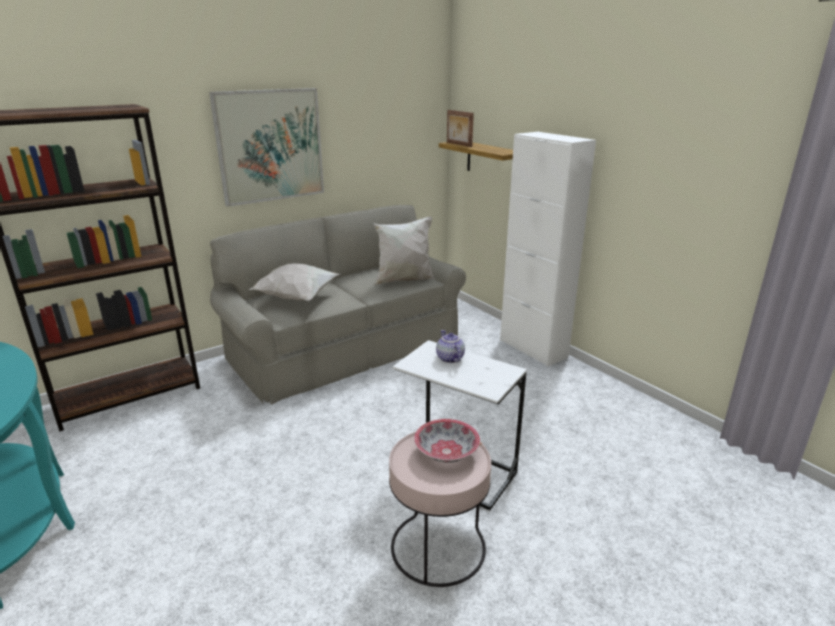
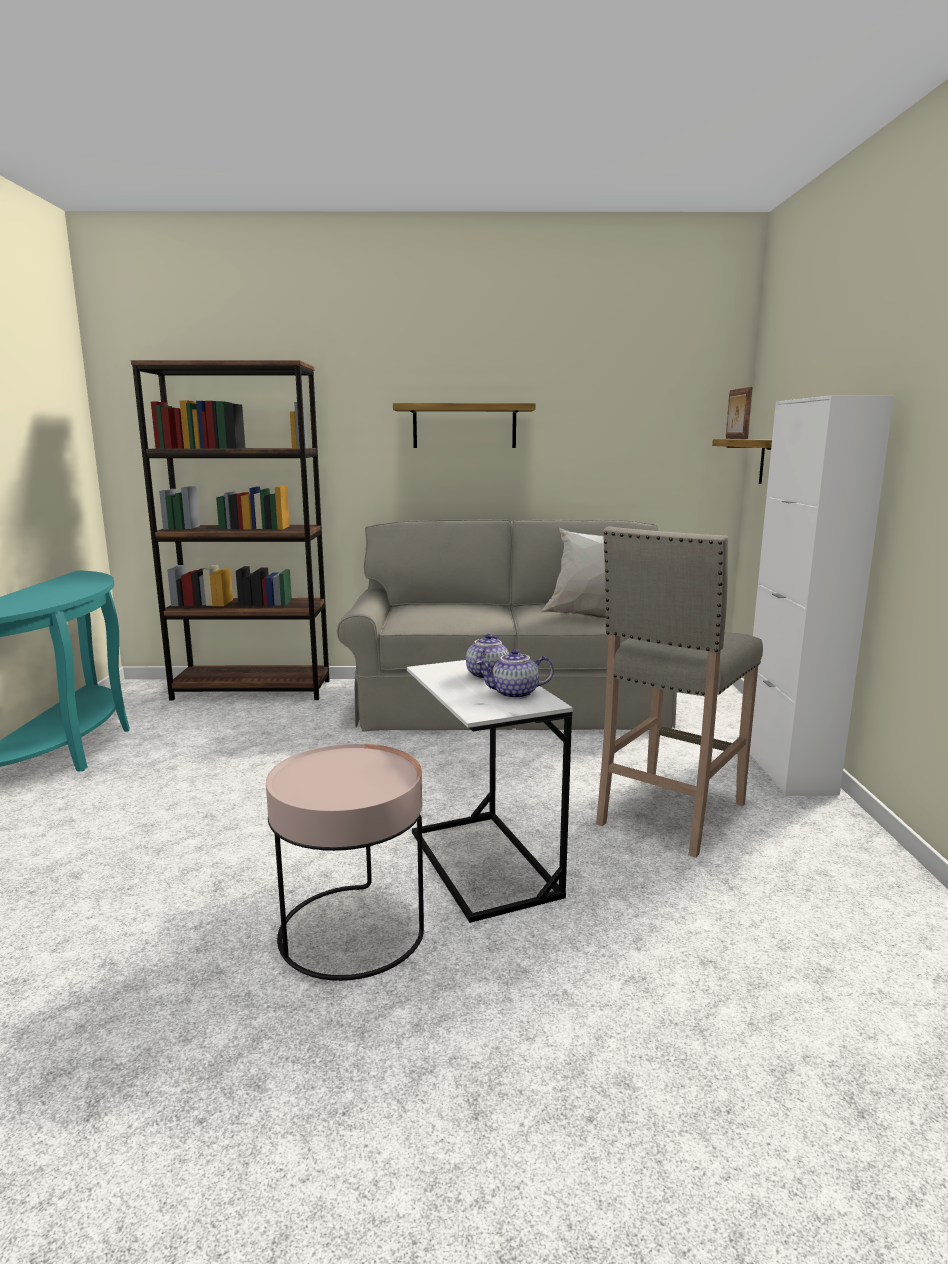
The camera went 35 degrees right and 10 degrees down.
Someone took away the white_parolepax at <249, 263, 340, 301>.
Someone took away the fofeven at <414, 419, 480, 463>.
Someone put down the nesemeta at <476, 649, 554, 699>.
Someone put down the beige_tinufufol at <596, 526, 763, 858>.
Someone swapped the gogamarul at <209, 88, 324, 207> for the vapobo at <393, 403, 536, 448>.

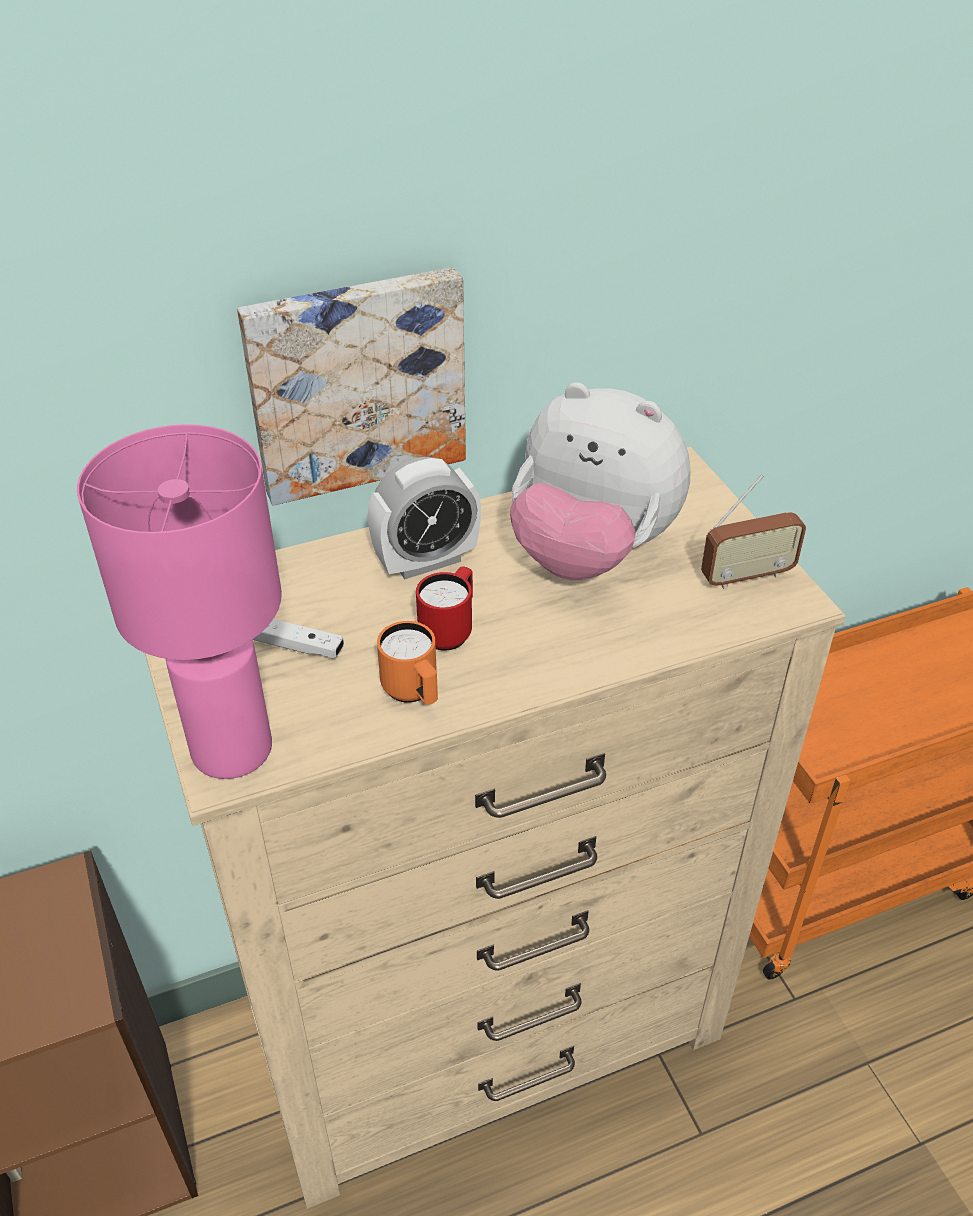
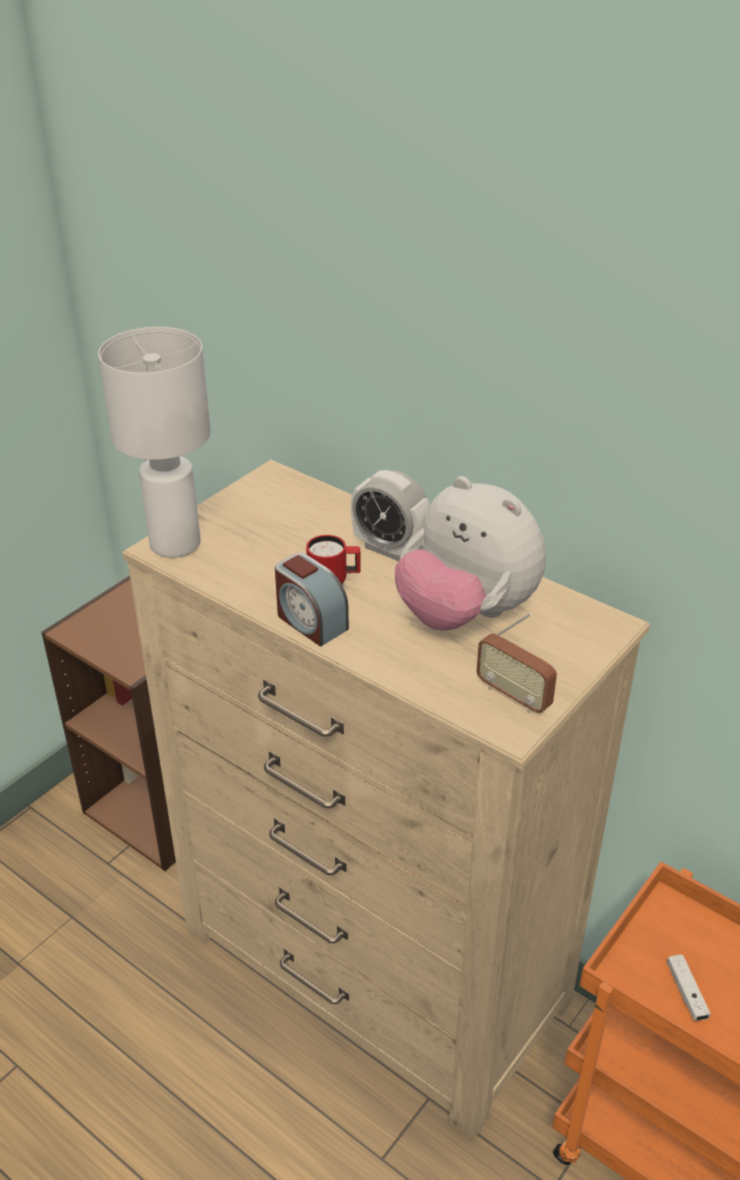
The camera went 60 degrees right and 5 degrees down.
Someone took away the gogamarul at <237, 267, 466, 506>.
Someone took away the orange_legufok at <377, 621, 438, 705>.
Someone put down the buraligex at <275, 553, 349, 647>.
Someone carried the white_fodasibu from <253, 619, 344, 658> to <667, 955, 711, 1021>.
Someone repainted the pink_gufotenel at <77, 424, 282, 779>, which became the white_gufotenel at <98, 327, 211, 558>.
Someone rotated the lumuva at <510, 382, 691, 580> by 45 degrees counterclockwise.

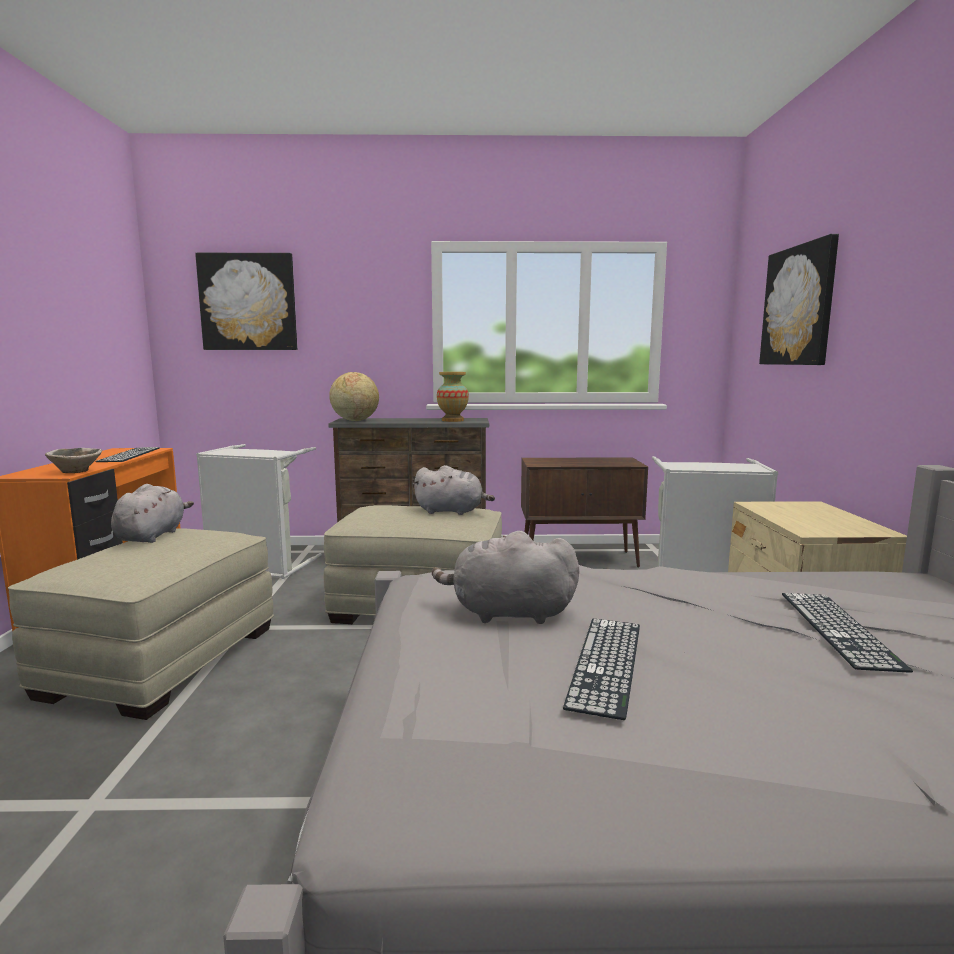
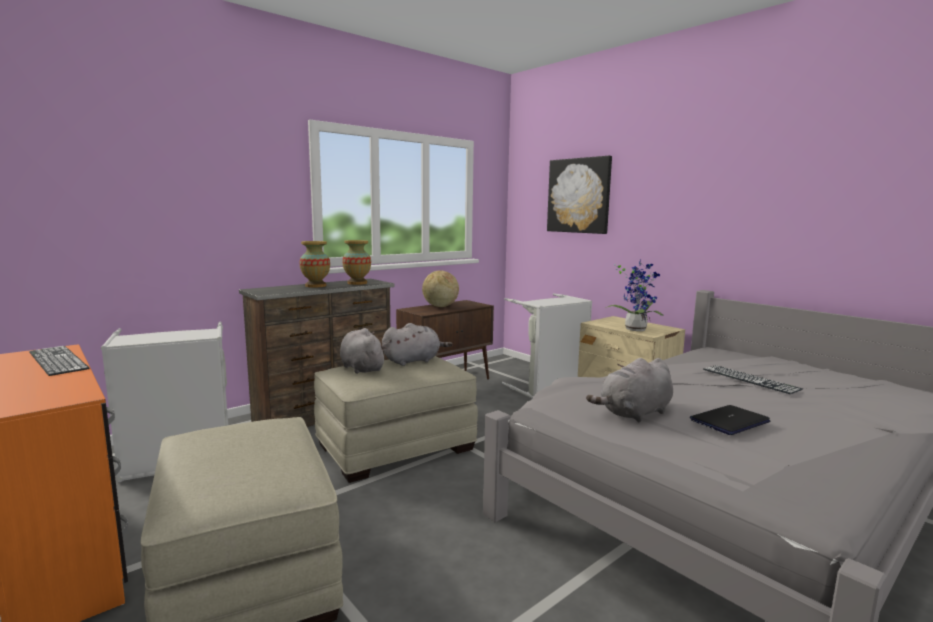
The camera went 40 degrees left and 0 degrees up.
Someone took away the fofeven at <45, 448, 102, 473>.
Someone took away the gogamarul at <195, 253, 297, 350>.
Someone put down the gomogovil at <300, 241, 330, 288>.
Someone put down the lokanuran at <606, 259, 664, 331>.
Someone carried the grey_lumuva from <111, 484, 194, 543> to <340, 328, 387, 374>.
Someone carried the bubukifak from <329, 372, 379, 421> to <422, 270, 459, 307>.
Someone swapped the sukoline at <563, 618, 640, 720> for the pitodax at <690, 405, 770, 435>.

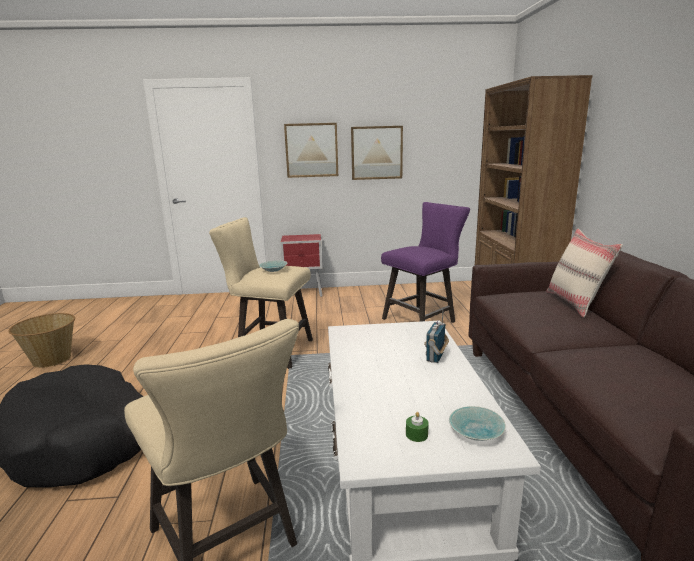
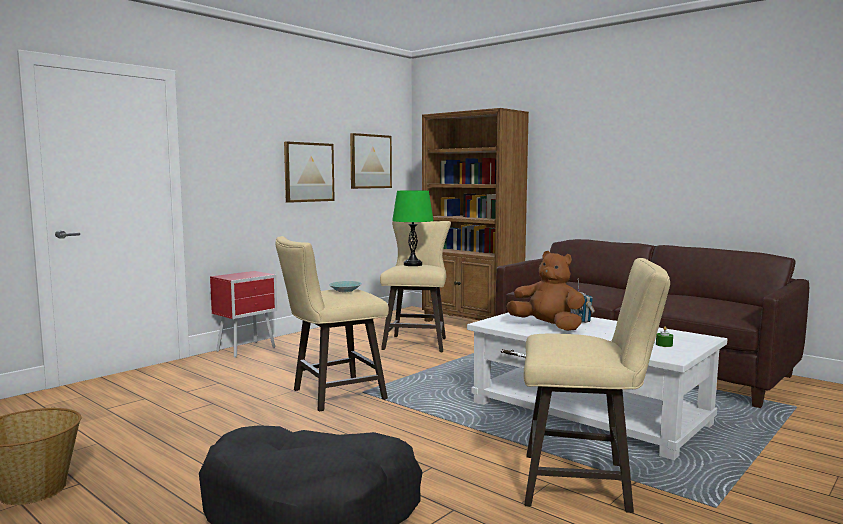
The camera went 45 degrees left and 10 degrees down.
Someone took away the turquoise_fofeven at <449, 406, 506, 441>.
Someone took away the beige_parolepax at <547, 229, 623, 318>.
Someone put down the green_gufotenel at <392, 190, 434, 266>.
Someone put down the brown_lumuva at <506, 251, 585, 331>.
Someone carried the gogamarul from <284, 123, 338, 178> to <350, 133, 392, 189>.
Someone repainted the purple_tinufufol at <381, 202, 470, 323>, which became the beige_tinufufol at <380, 221, 451, 352>.

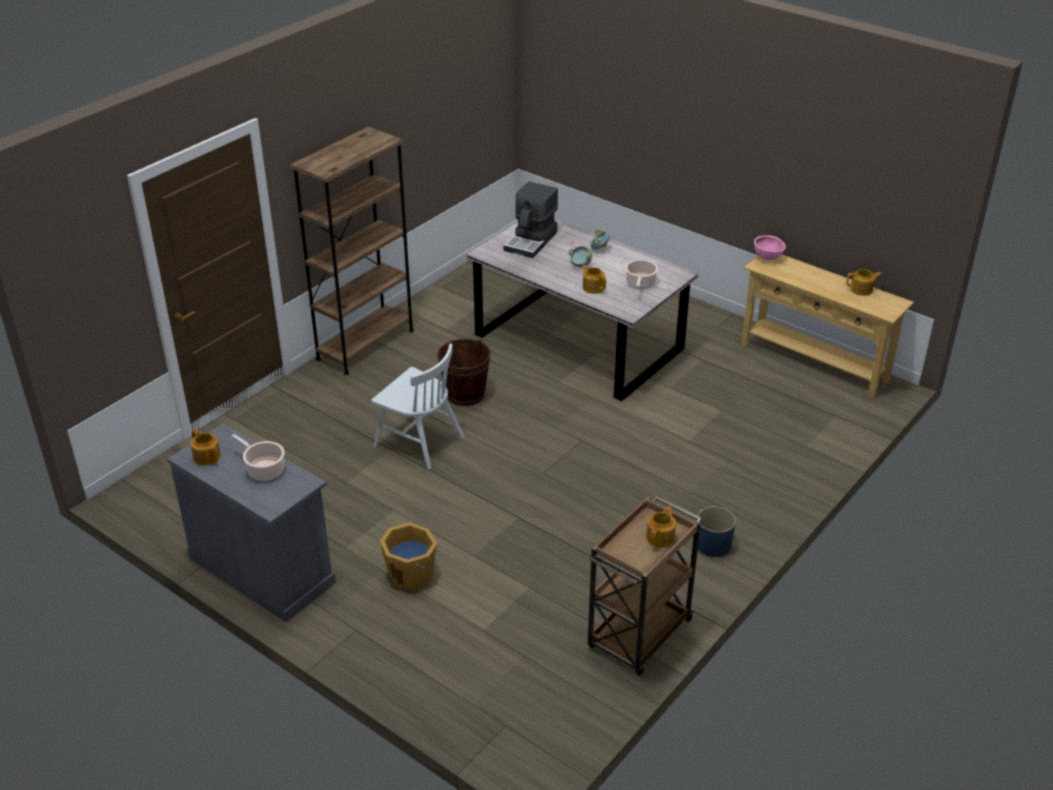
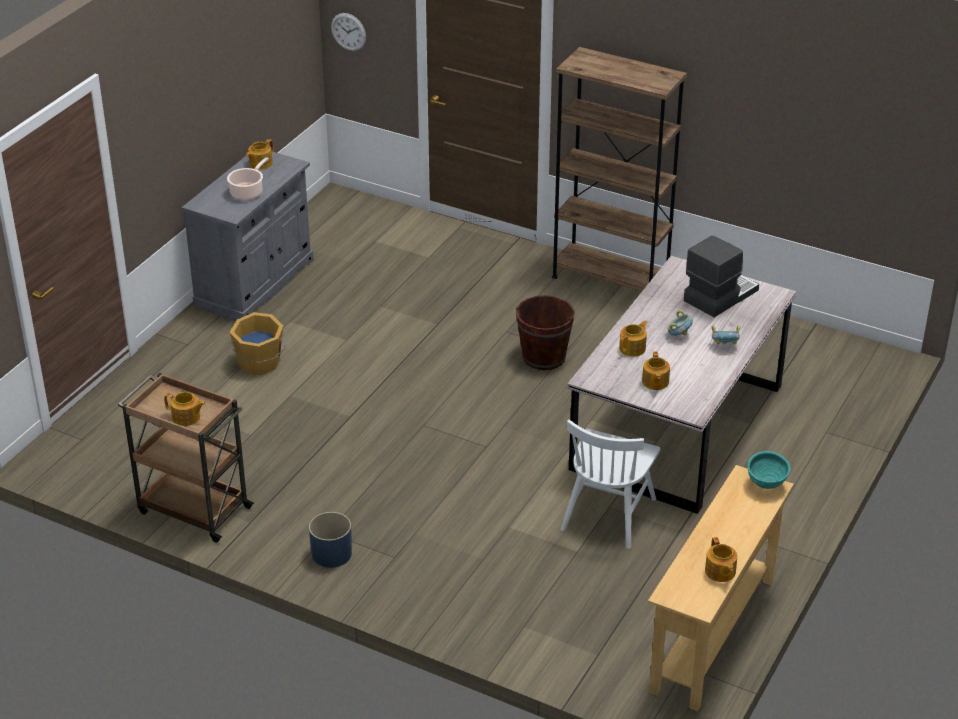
The camera went 80 degrees right and 0 degrees up.
Someone put up the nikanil at <331, 13, 366, 51>.
Someone carried the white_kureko from <372, 343, 465, 469> to <561, 420, 660, 549>.
Someone swapped the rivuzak at <625, 260, 658, 289> for the nesemeta at <642, 351, 670, 390>.
Someone repainted the pink_fofeven at <754, 235, 786, 261>, which became the turquoise_fofeven at <747, 451, 791, 489>.
Someone rotated the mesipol at <503, 181, 558, 258> by 120 degrees clockwise.

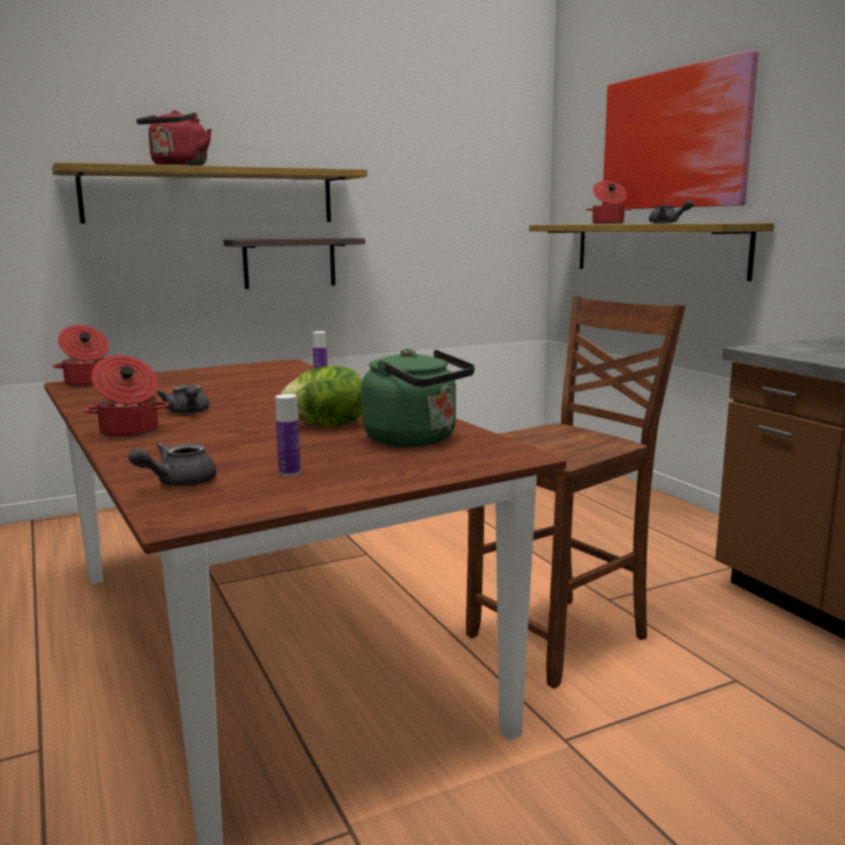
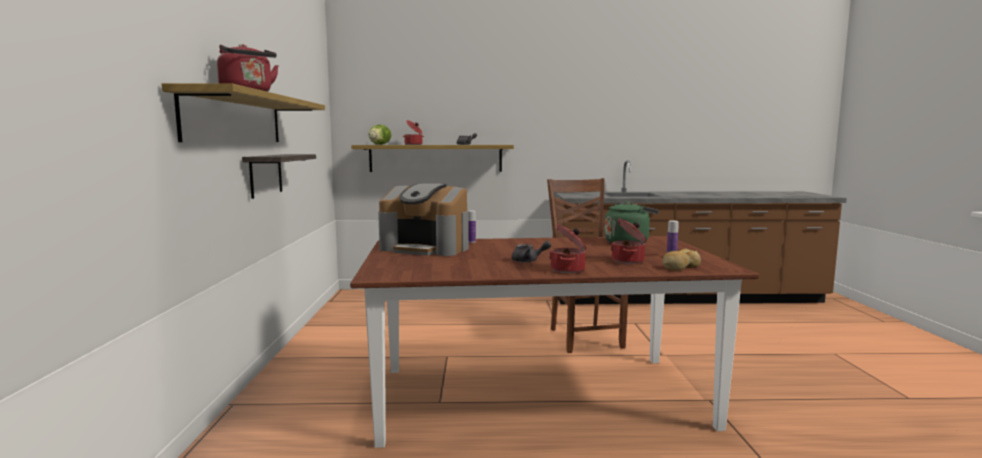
The camera went 65 degrees left and 5 degrees down.
Someone took away the gogamarul at <602, 50, 759, 209>.
Someone put down the mesipol at <378, 183, 469, 256>.
Someone carried the rivuzak from <53, 325, 109, 387> to <611, 219, 647, 264>.
Someone carried the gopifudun from <281, 366, 362, 427> to <369, 125, 391, 145>.
Someone swapped the grey_nesemeta at <129, 442, 217, 487> for the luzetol at <662, 249, 701, 271>.

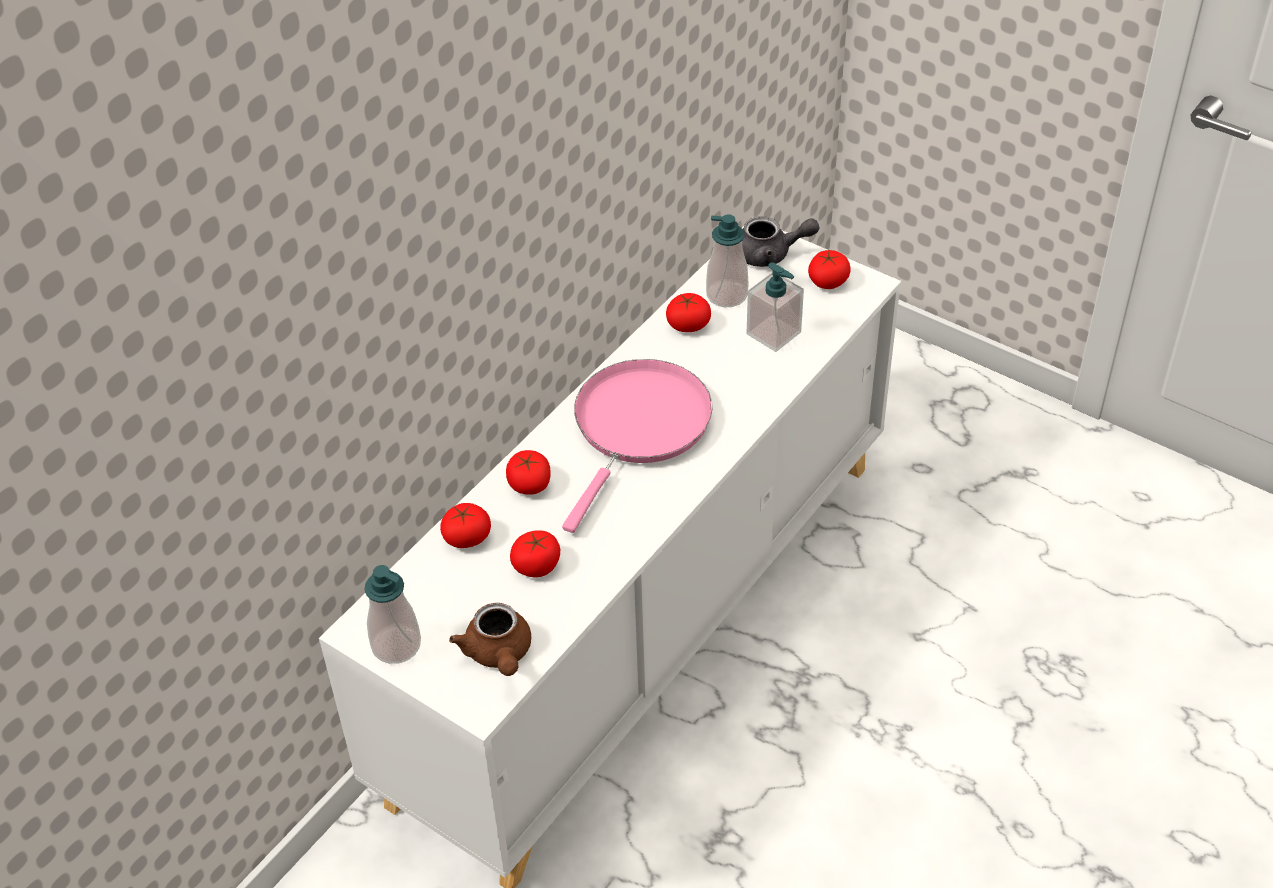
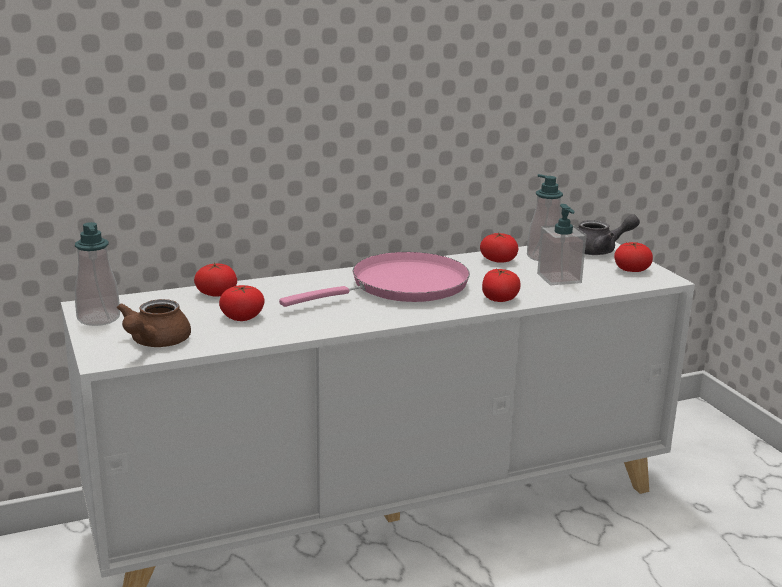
The camera went 30 degrees right and 25 degrees down.
Someone carried the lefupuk from <506, 450, 551, 495> to <482, 269, 521, 302>.
Someone rotated the grey_nesemeta at <742, 216, 819, 267> by 45 degrees counterclockwise.

